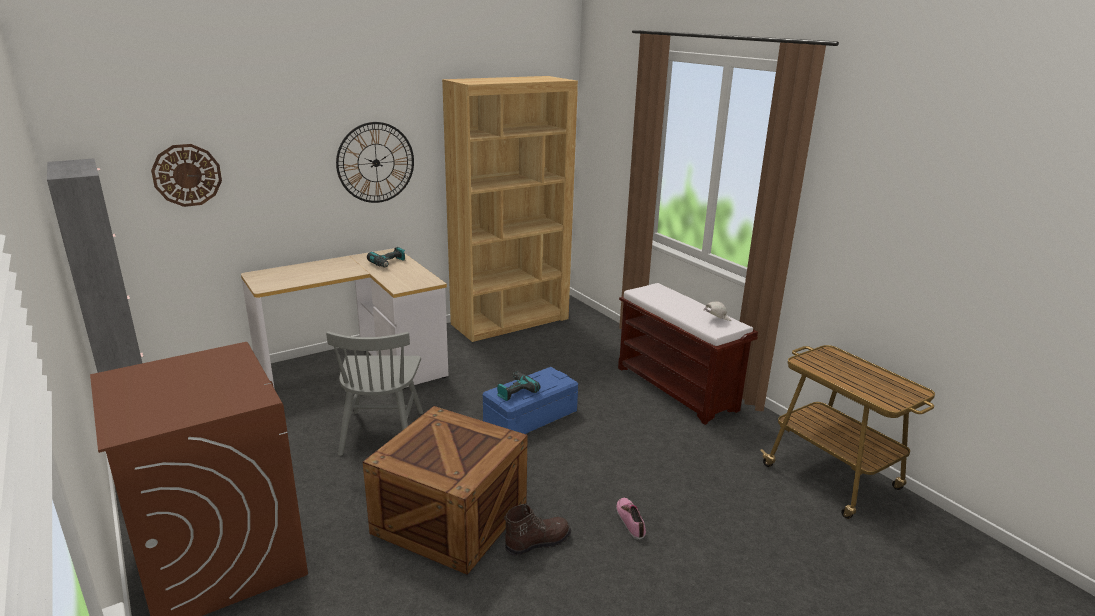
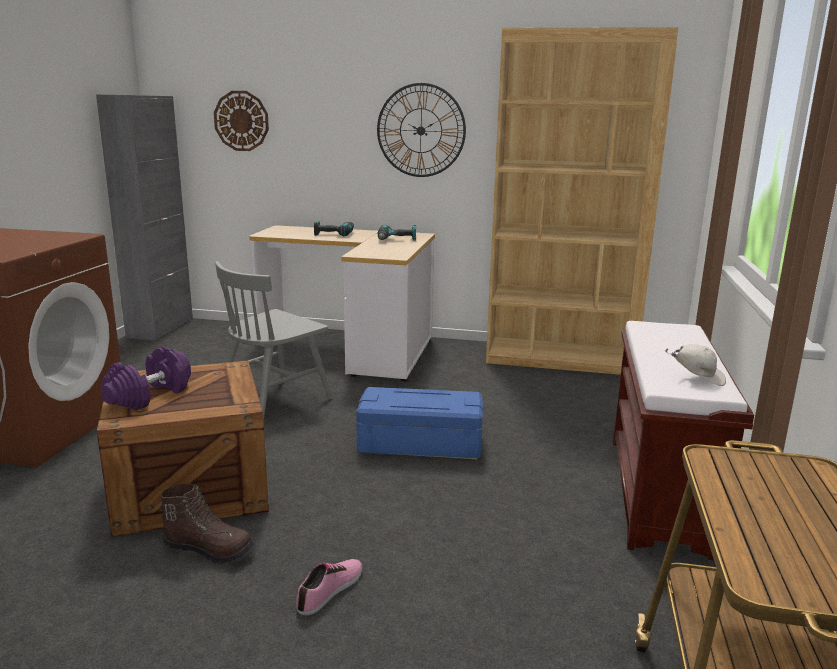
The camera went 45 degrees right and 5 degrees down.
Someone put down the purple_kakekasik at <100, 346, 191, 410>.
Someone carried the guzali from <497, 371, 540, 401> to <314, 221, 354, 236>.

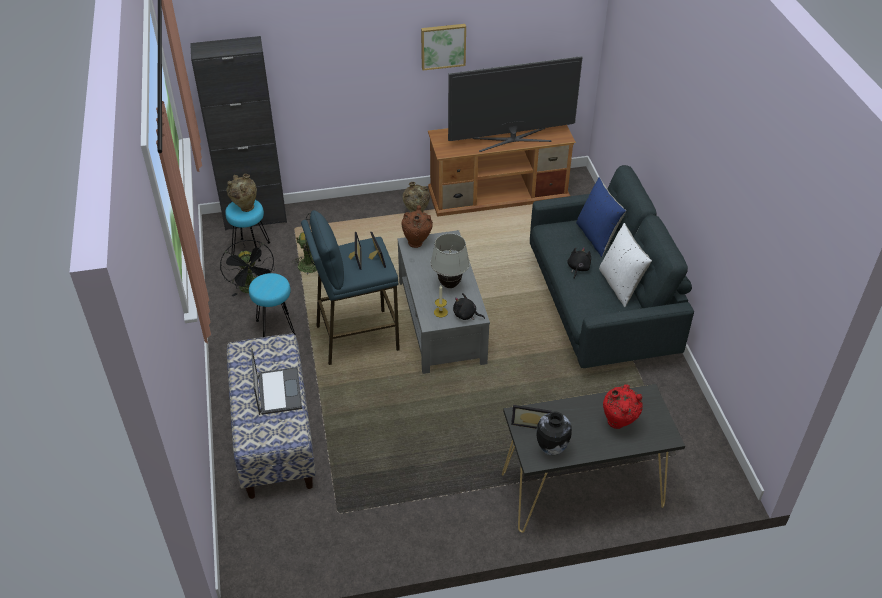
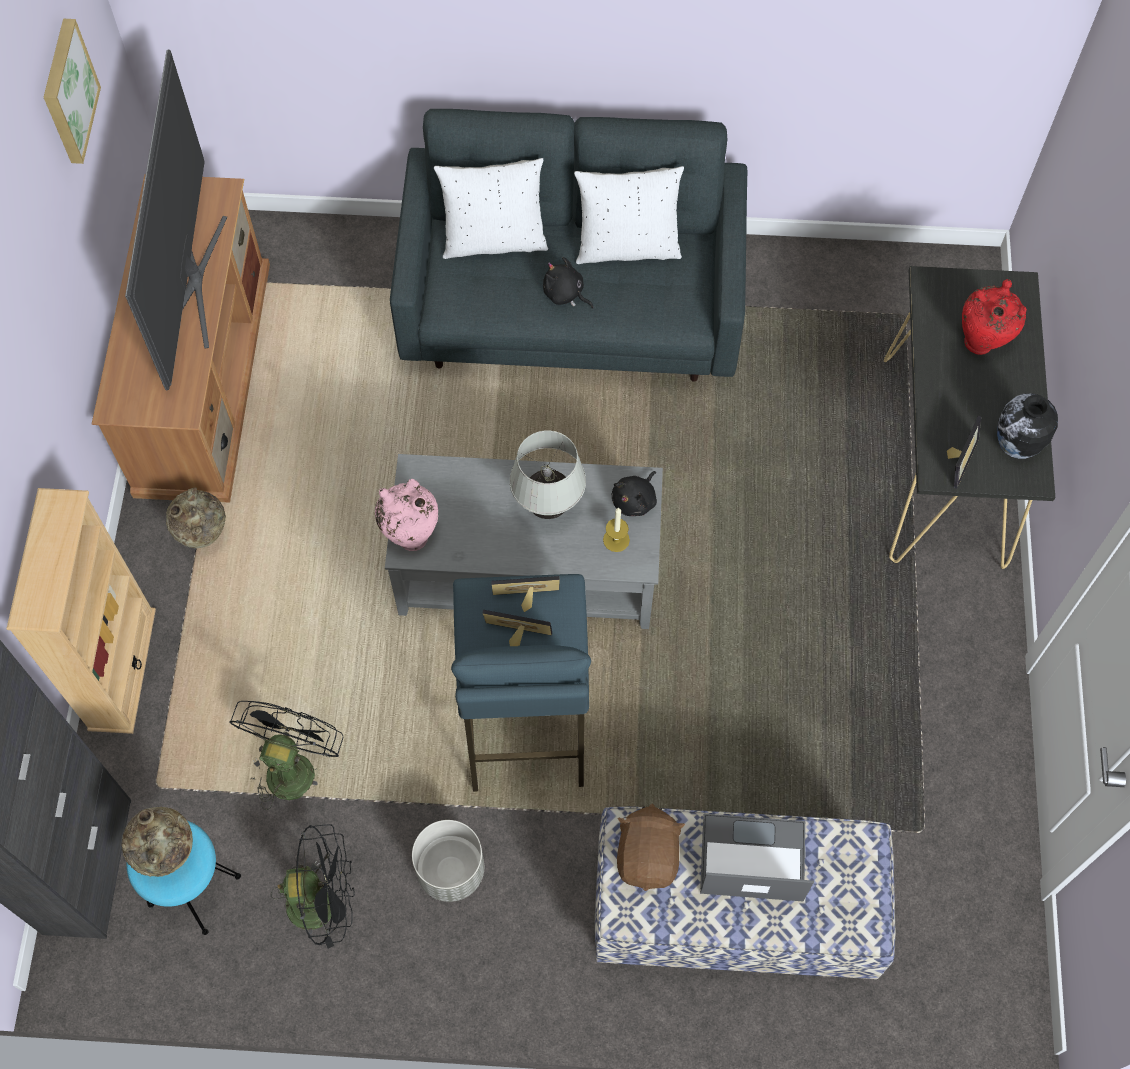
The camera went 75 degrees left and 20 degrees up.
Someone put down the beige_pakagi at <6, 488, 156, 734>.
Someone put down the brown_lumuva at <617, 804, 686, 891>.
Someone carried the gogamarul from <421, 24, 466, 71> to <44, 19, 101, 164>.
Someone swapped the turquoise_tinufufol at <249, 273, 296, 337> for the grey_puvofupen at <412, 820, 484, 902>.
Someone repainted the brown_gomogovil at <401, 205, 433, 248>, which became the pink_gomogovil at <375, 479, 438, 551>.
Someone repainted the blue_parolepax at <576, 177, 626, 257>, which became the white_parolepax at <434, 158, 548, 259>.

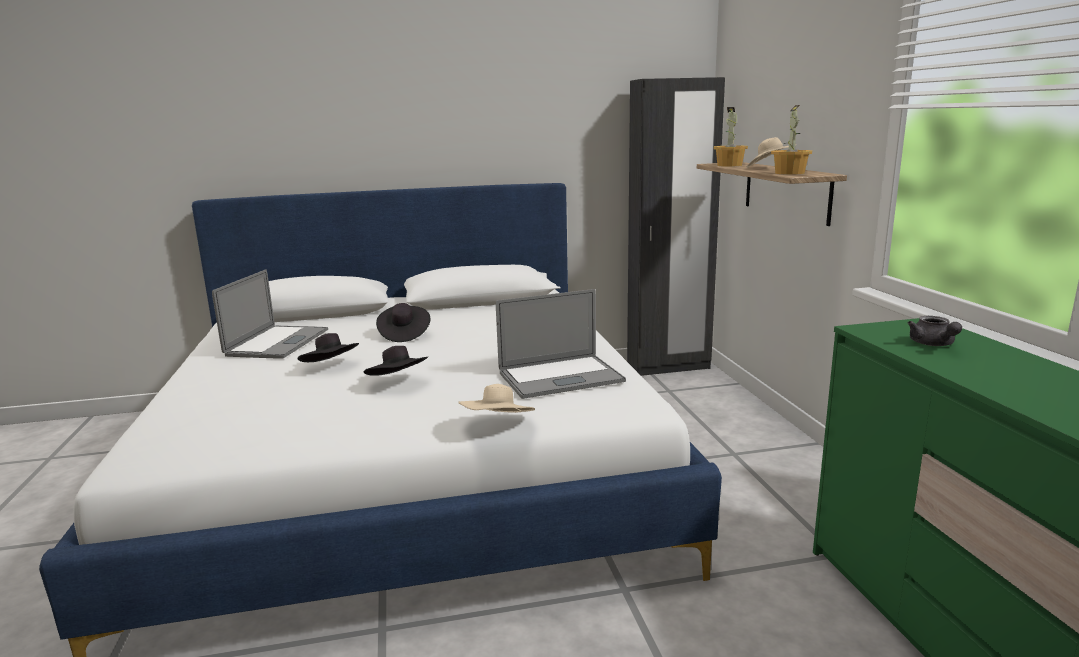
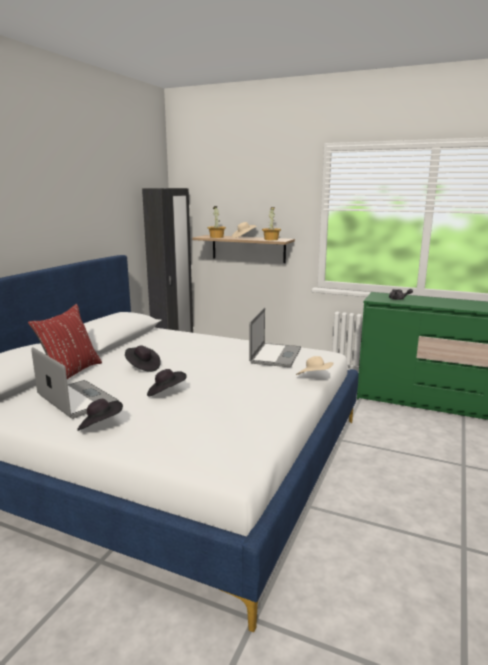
The camera went 55 degrees left and 0 degrees up.
Someone put down the red_parolepax at <28, 304, 102, 379>.
Someone carried the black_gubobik from <364, 346, 428, 376> to <77, 399, 123, 431>.

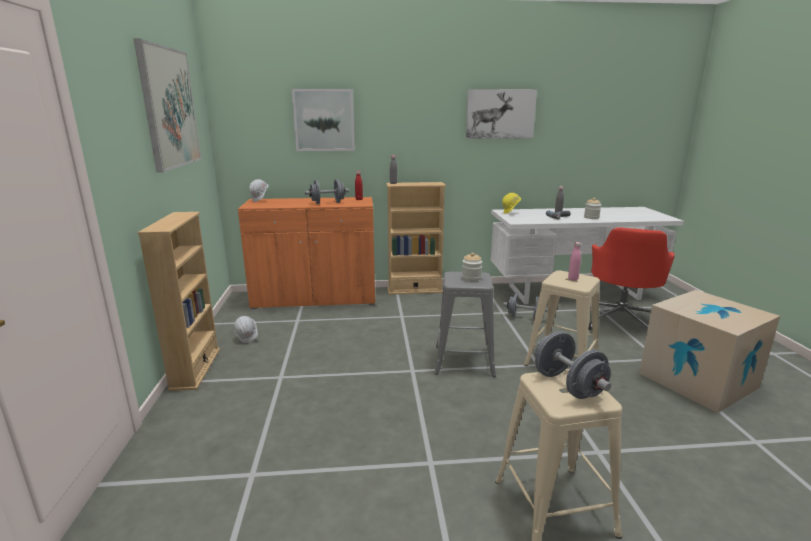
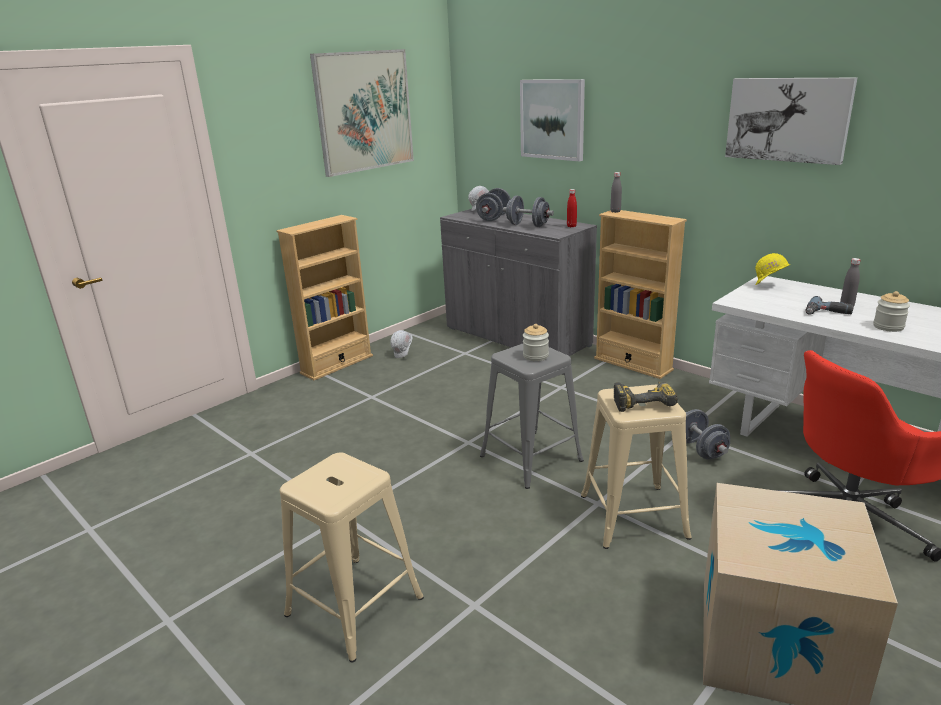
The camera went 50 degrees right and 5 degrees up.
Someone carried the grey_kakekasik from <535, 331, 611, 399> to <476, 188, 511, 221>.
Someone swapped the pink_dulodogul at <568, 242, 581, 281> for the guzali at <614, 381, 678, 412>.
Someone repainted the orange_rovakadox at <238, 197, 375, 309>, which became the grey_rovakadox at <440, 209, 597, 356>.

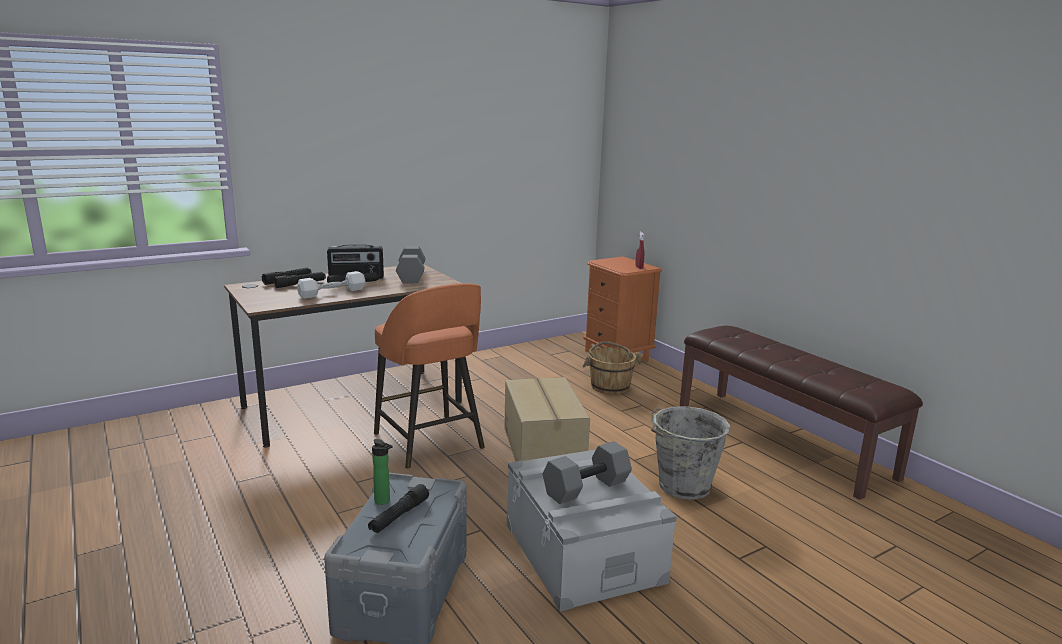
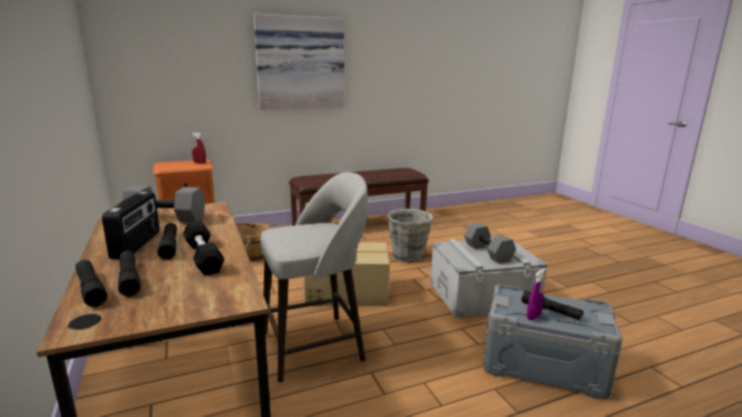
The camera went 80 degrees left and 0 degrees up.
Someone put up the gogamarul at <254, 13, 344, 109>.
Someone swapped the dulodogul at <372, 439, 393, 505> for the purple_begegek at <527, 269, 546, 320>.
Someone repainted the white_kakekasik at <297, 271, 366, 299>, which became the black_kakekasik at <183, 221, 225, 275>.
Someone repainted the orange_tinufufol at <374, 283, 485, 469>, which became the grey_tinufufol at <260, 172, 368, 382>.

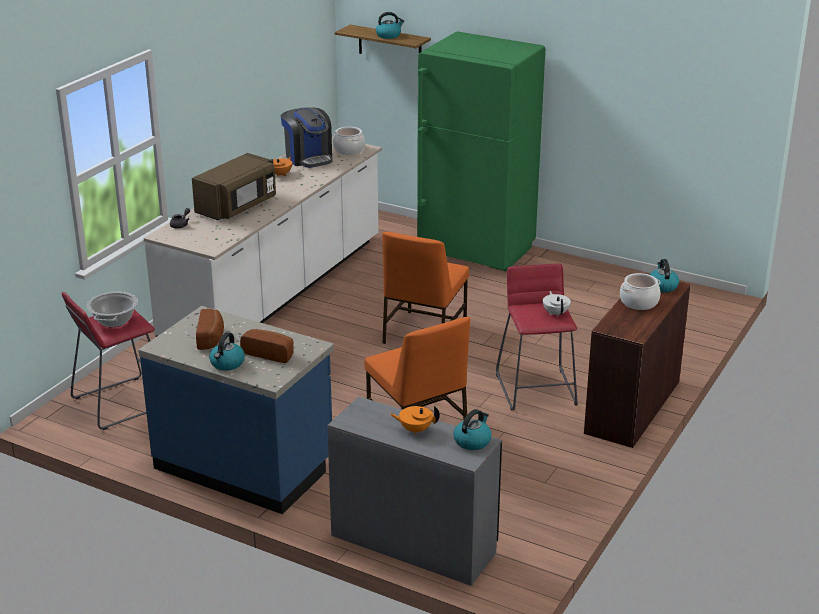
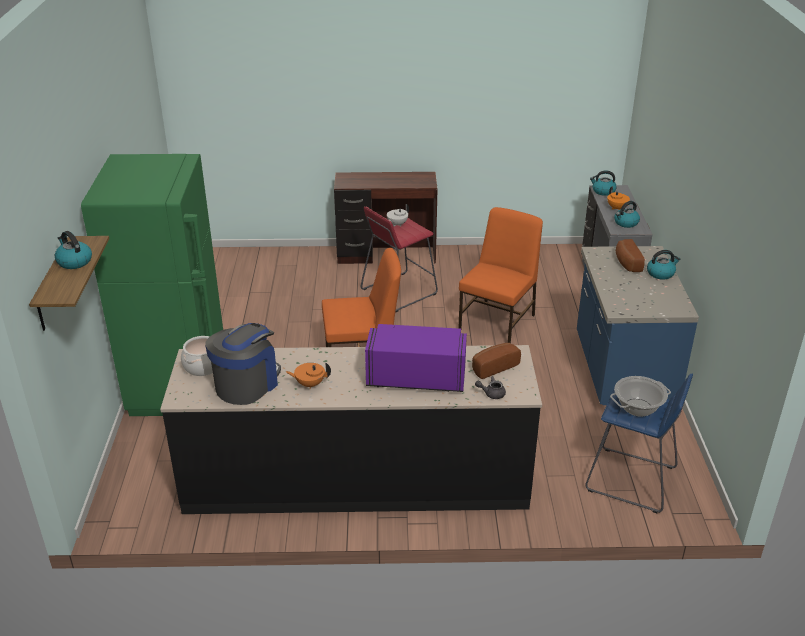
The camera went 120 degrees left and 5 degrees up.
Someone took away the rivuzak at <620, 273, 661, 310>.
Someone carried the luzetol from <196, 309, 224, 350> to <472, 343, 521, 379>.
Someone carried the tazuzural from <650, 259, 679, 293> to <614, 201, 640, 228>.
Someone repainted the red_tinufufol at <62, 292, 155, 430>, which became the blue_tinufufol at <585, 374, 693, 513>.
Someone repainted the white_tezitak at <144, 137, 382, 337>, which became the black_tezitak at <160, 345, 542, 514>.
Someone repainted the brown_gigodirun at <192, 153, 276, 220>, which became the purple_gigodirun at <365, 324, 467, 392>.

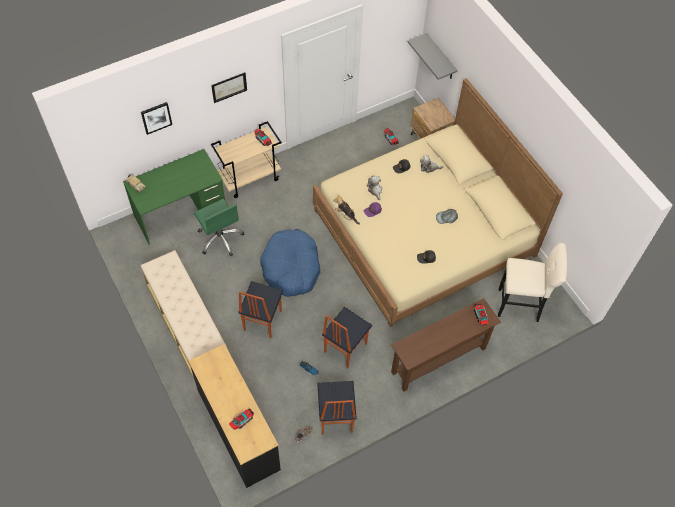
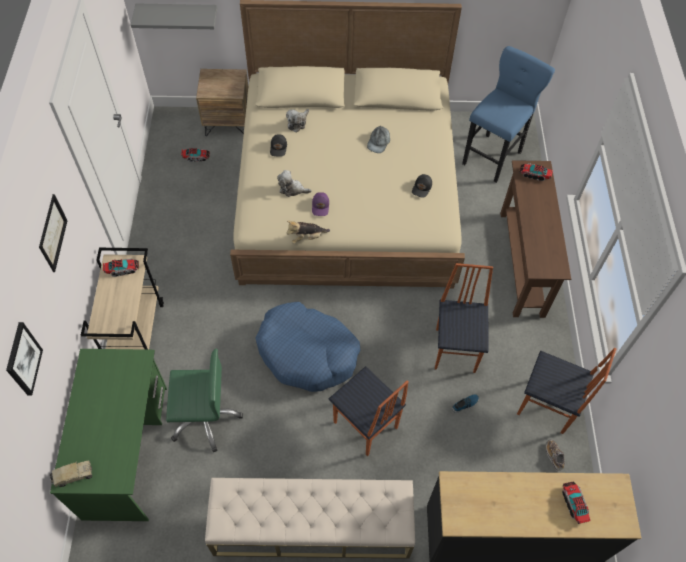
The camera went 60 degrees left and 0 degrees up.
Someone repainted the beige_tinufufol at <498, 243, 567, 322>, which became the blue_tinufufol at <462, 46, 555, 183>.
Someone rotated the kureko at <322, 307, 372, 368> by 150 degrees counterclockwise.

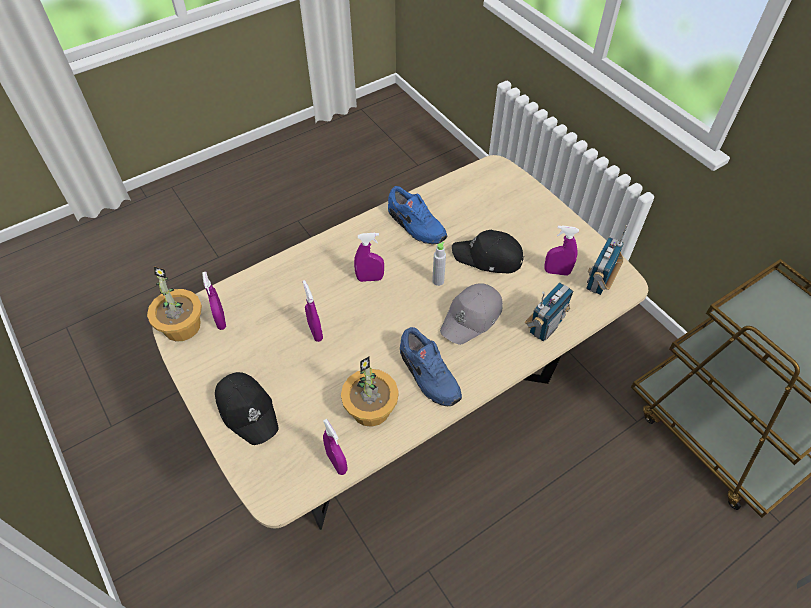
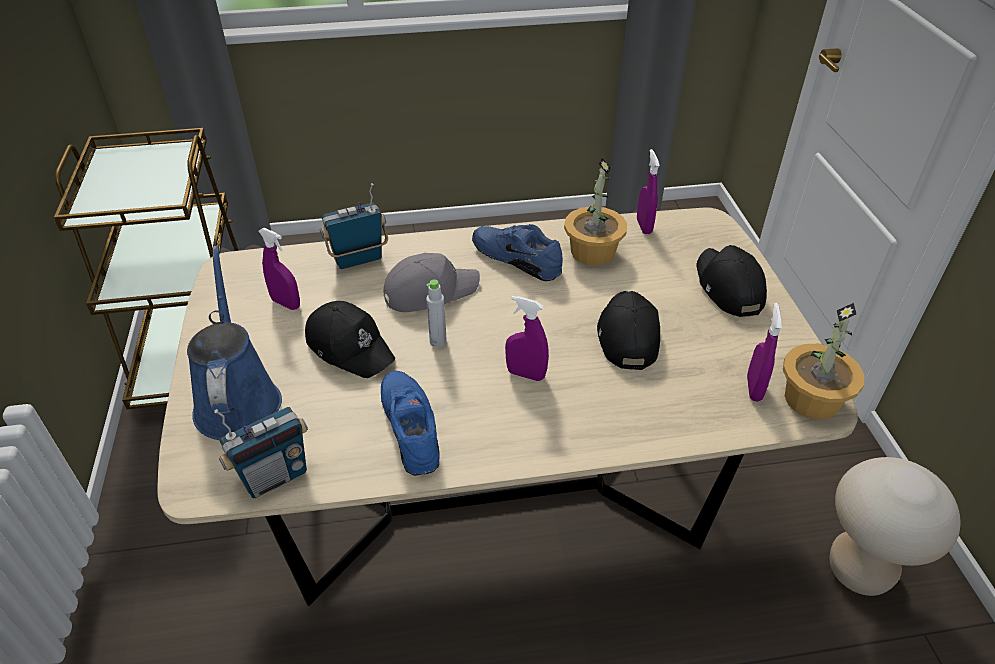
The camera went 155 degrees left and 10 degrees down.
Someone put down the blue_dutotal at <187, 245, 282, 440>.
Someone put down the beige_tinufufol at <829, 457, 961, 596>.
Someone carried the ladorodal from <586, 225, 628, 295> to <214, 407, 308, 498>.
Someone swapped the purple_begegek at <303, 280, 323, 342> for the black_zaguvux at <597, 291, 660, 370>.
Someone rotated the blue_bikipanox at <400, 327, 462, 406> by 45 degrees counterclockwise.

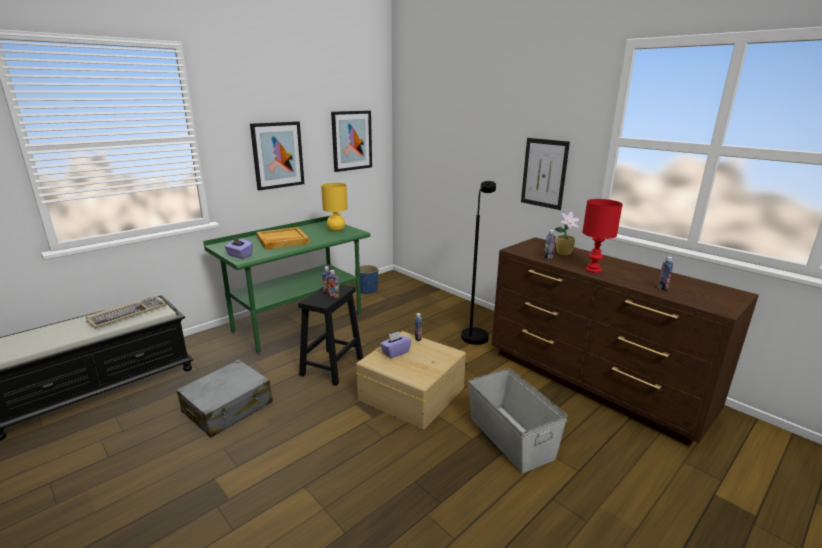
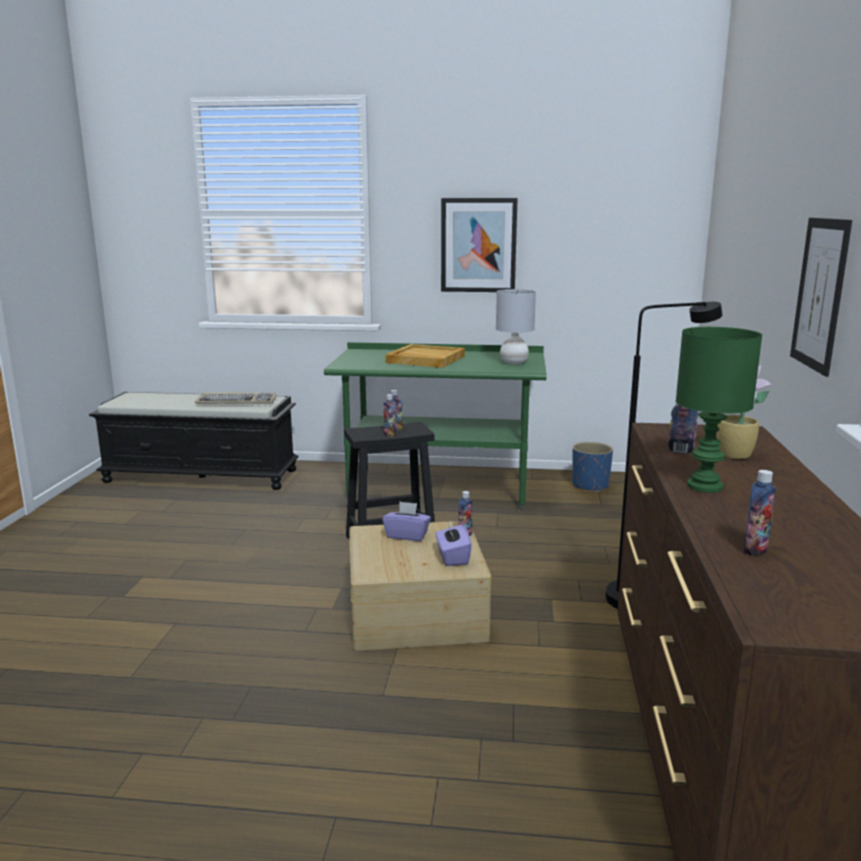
The camera went 50 degrees right and 5 degrees down.
Someone took away the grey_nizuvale at <177, 359, 273, 438>.
Someone took away the gogamarul at <331, 111, 372, 172>.
Someone took away the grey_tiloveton at <468, 368, 568, 473>.
Someone carried the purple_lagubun from <224, 237, 253, 259> to <436, 521, 472, 566>.
Someone repainted the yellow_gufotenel at <321, 183, 348, 231>, which became the grey_gufotenel at <496, 289, 536, 364>.
Someone repainted the red_gufotenel at <582, 199, 623, 273>, which became the green_gufotenel at <676, 327, 762, 493>.

